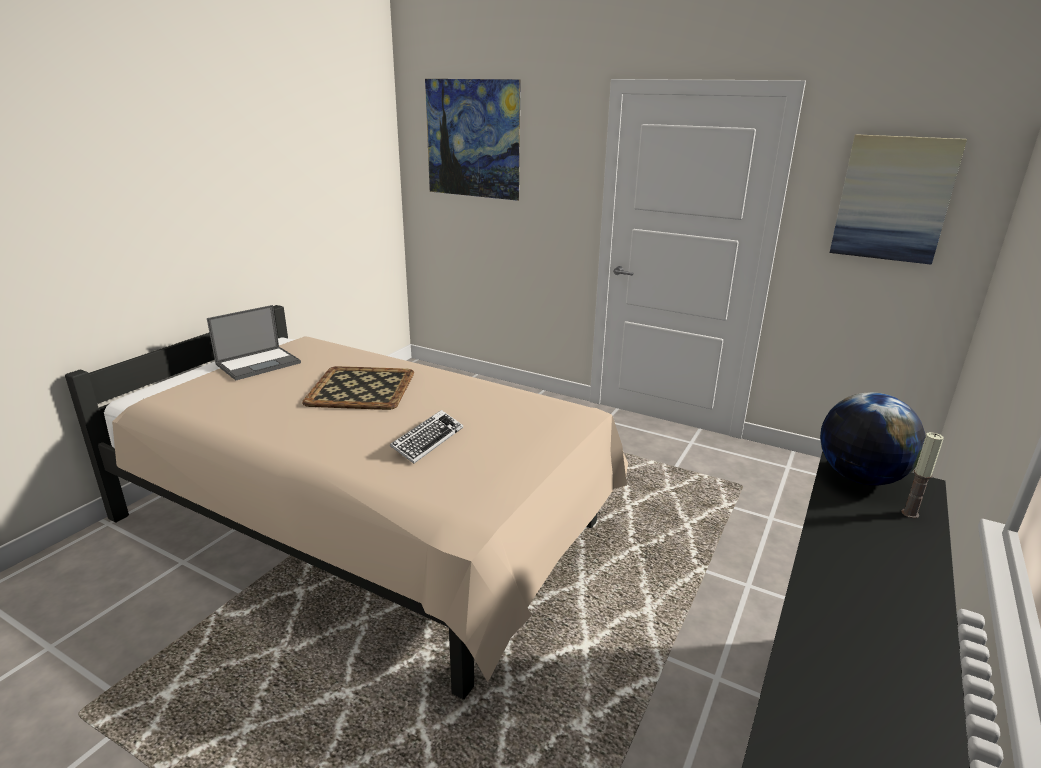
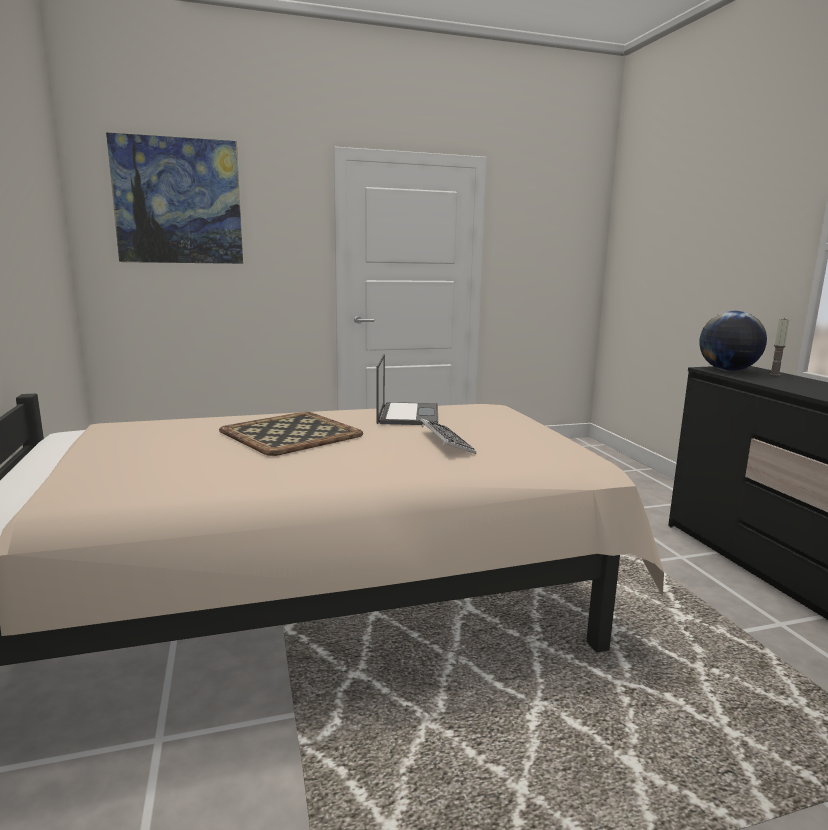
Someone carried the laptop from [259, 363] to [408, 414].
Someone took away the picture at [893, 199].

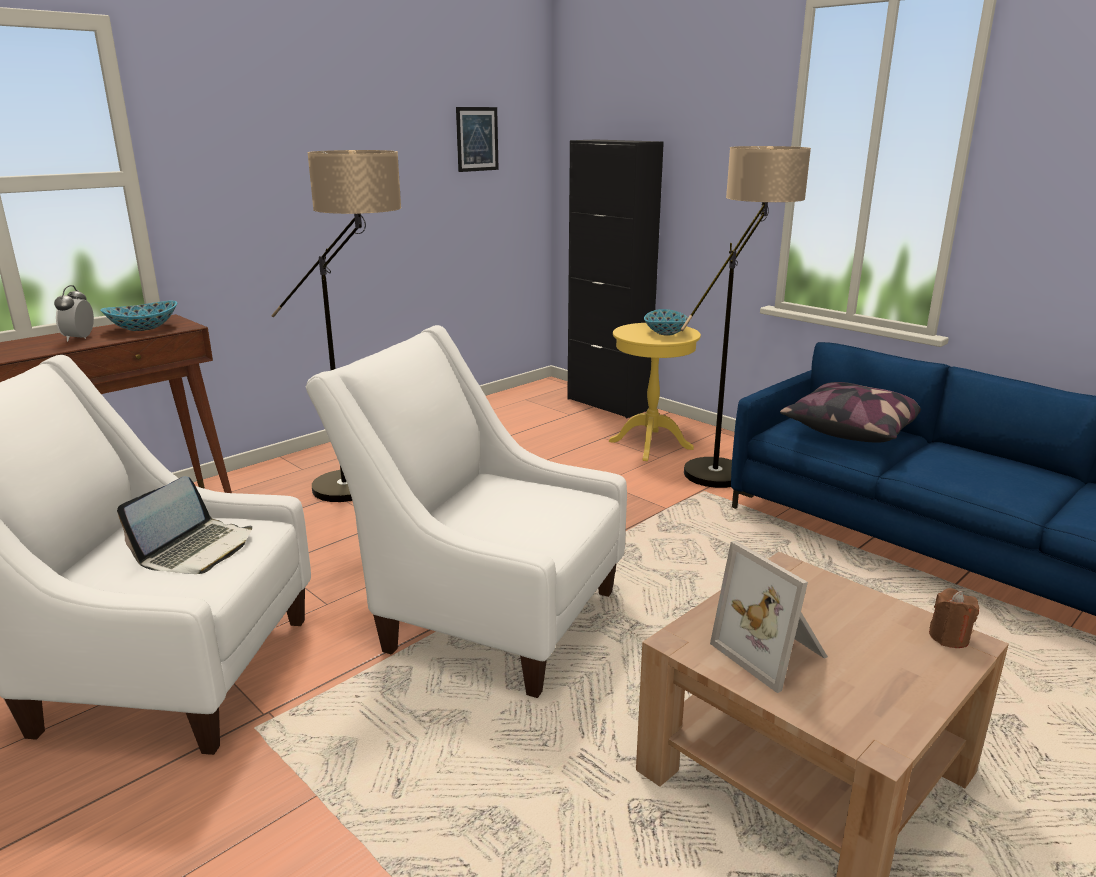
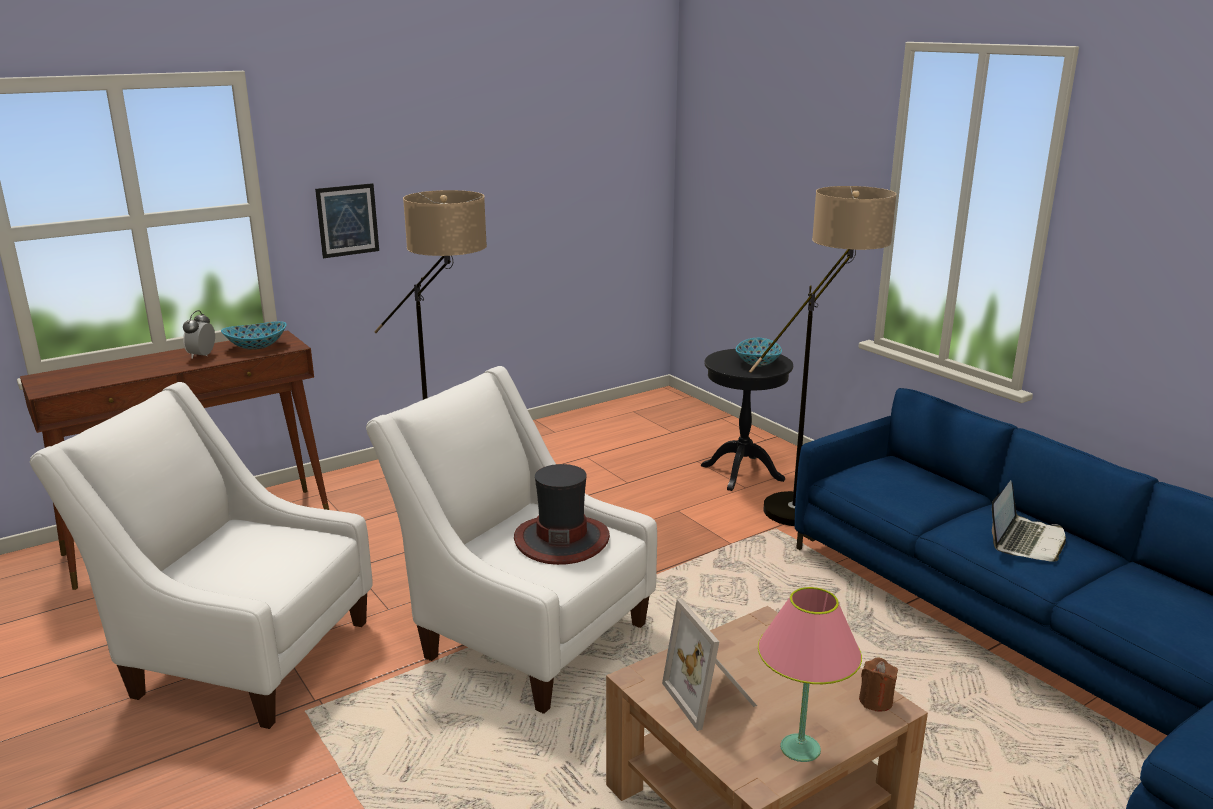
Someone carried the laptop from [196, 549] to [1026, 541].
Someone carried the picture from [477, 139] to [347, 220].
Someone took away the cabinet (black) at [608, 404].
Someone repainted the side table (yellow) at [650, 445], which became the side table (black) at [742, 473].
Someone took away the pillow at [852, 429].
Someone put down the hat at [561, 539].
Someone put down the table lamp (pink) at [800, 748].

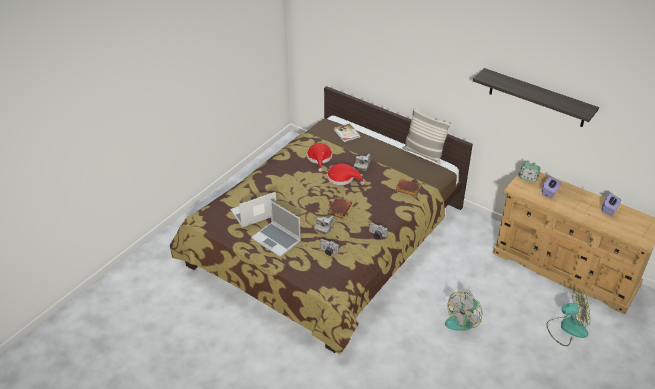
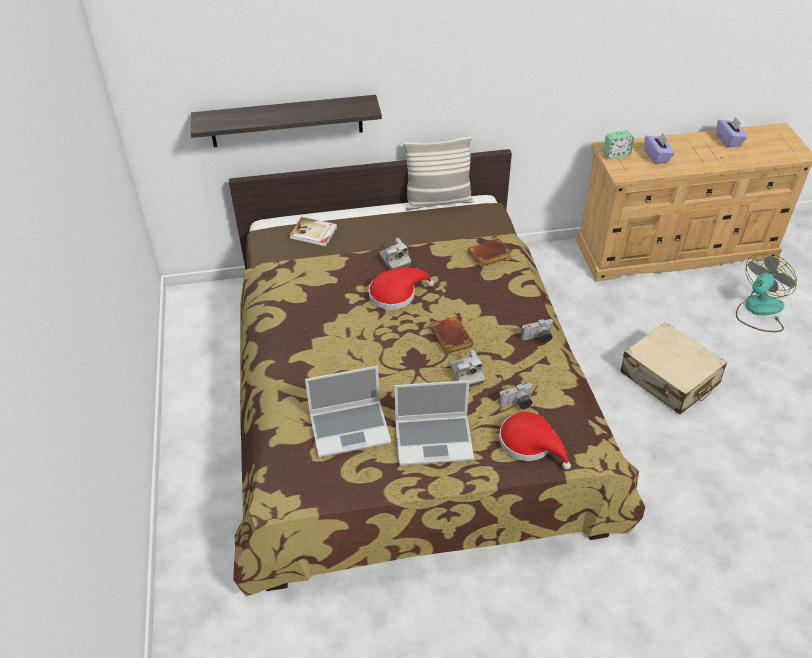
Someone rotated the laptop at [253, 214] by 120 degrees counterclockwise.
Someone carried the hat (red) from [319, 158] to [530, 443].
Someone swapped the fan at [463, 319] for the suitcase (beige) at [669, 378].
Someone carried the shelf from [537, 98] to [286, 121].

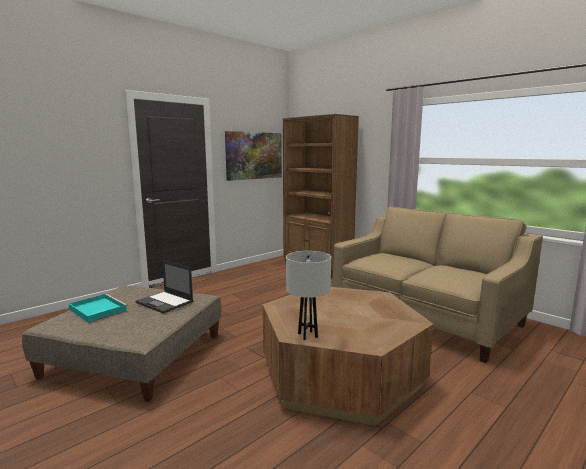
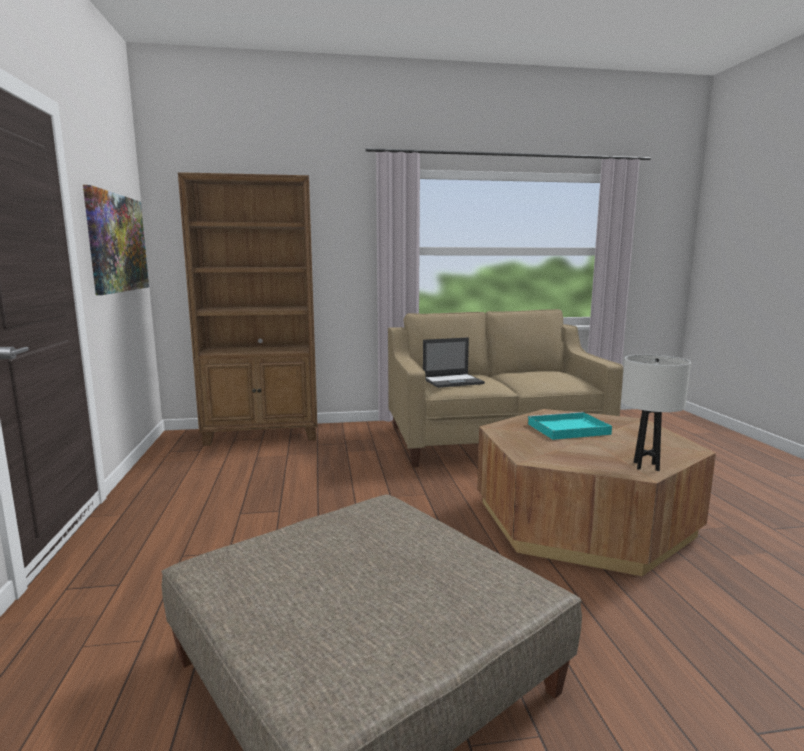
Someone carried the tray (turquoise) from [97, 310] to [567, 429].
Someone carried the laptop from [165, 302] to [453, 381].

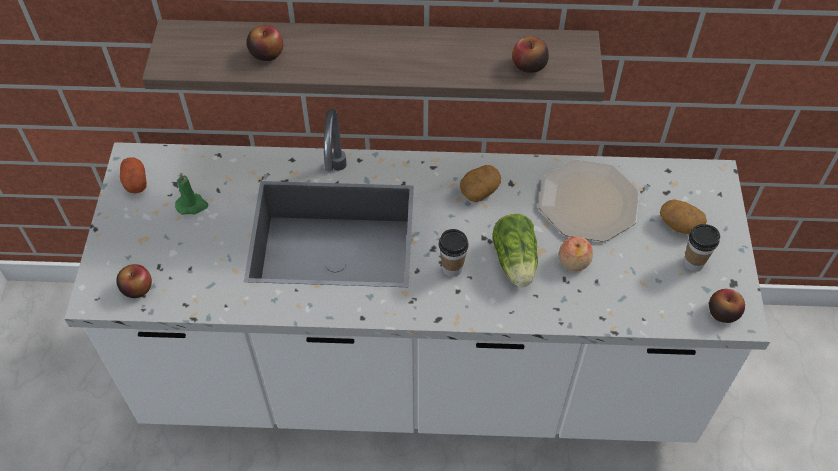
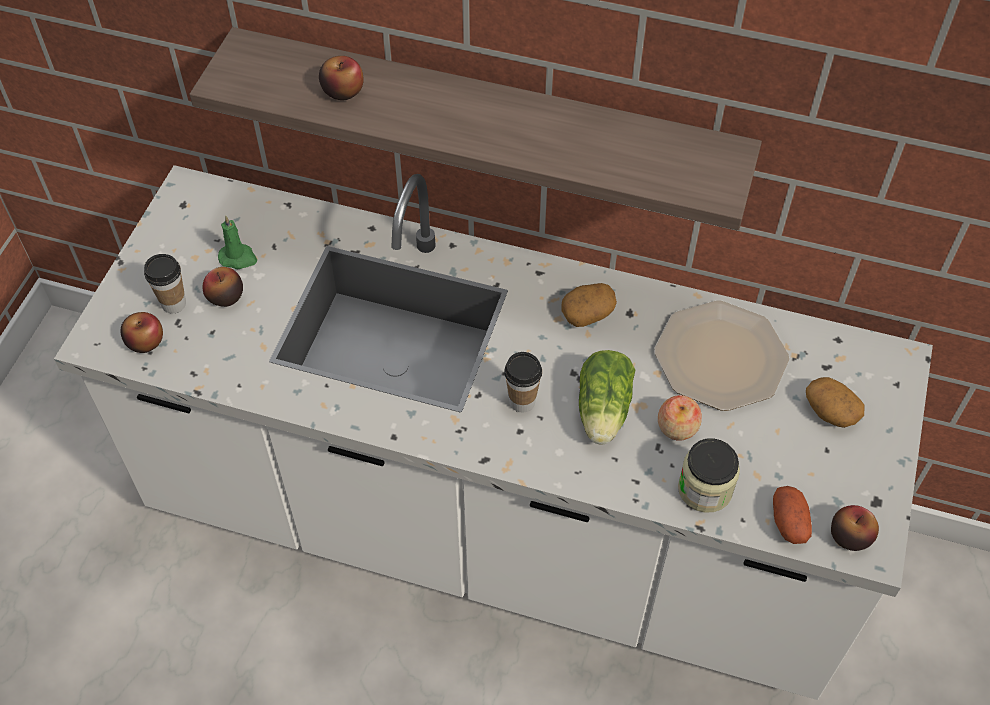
Someone carried the potato from [135, 182] to [788, 522].
Someone carried the apple from [528, 65] to [225, 296].
Someone carried the cup from [693, 263] to [173, 303].
Someone put down the jar at [705, 489].

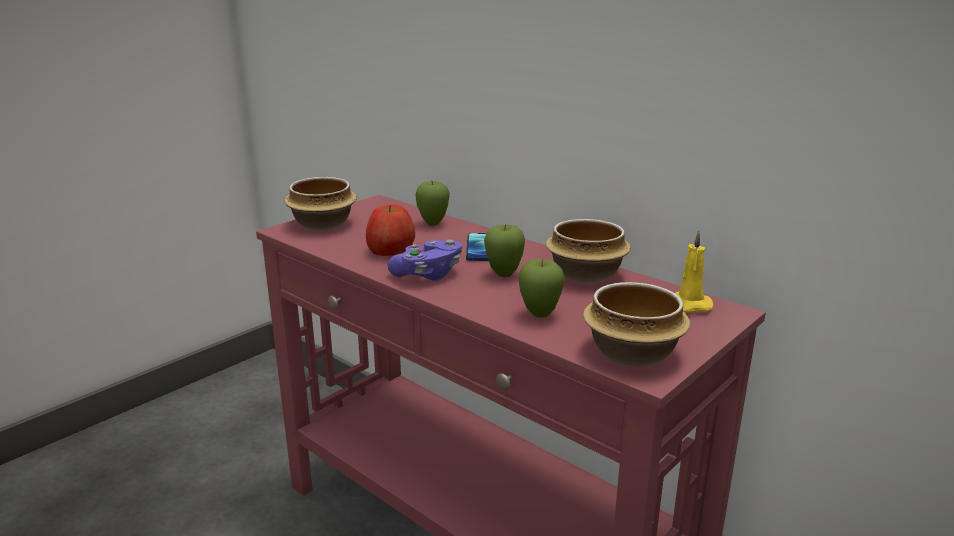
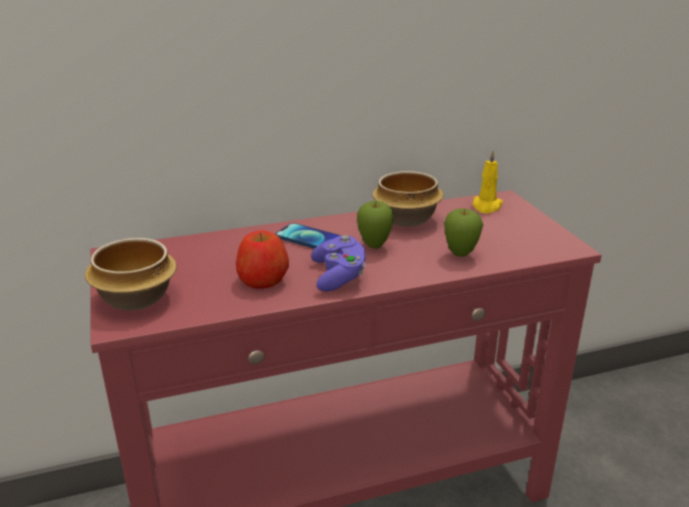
Someone took away the apple at [433, 224].
Someone took away the bowl at [630, 353].

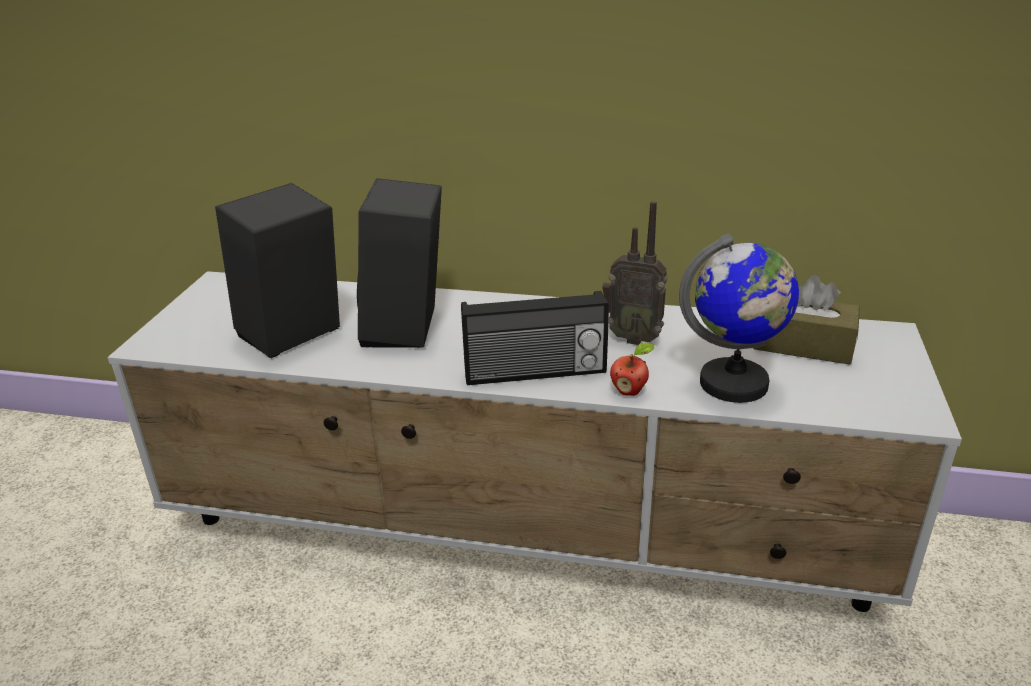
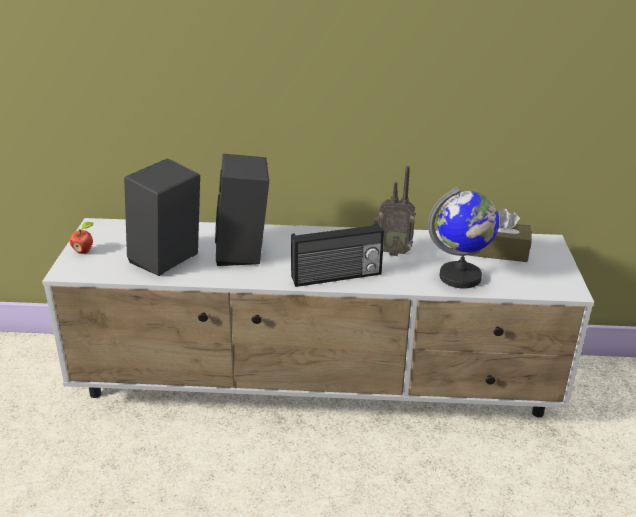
Someone carried the apple from [630, 391] to [84, 251].

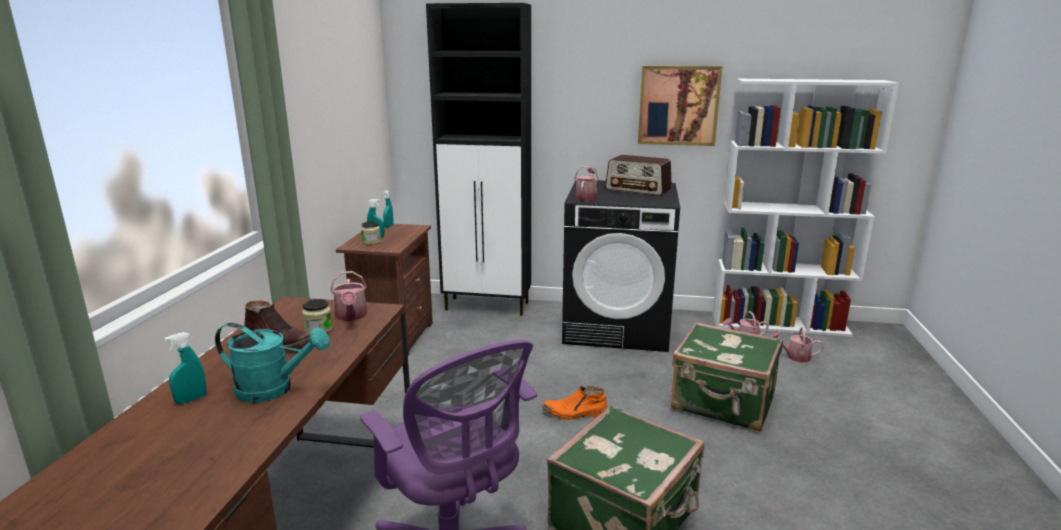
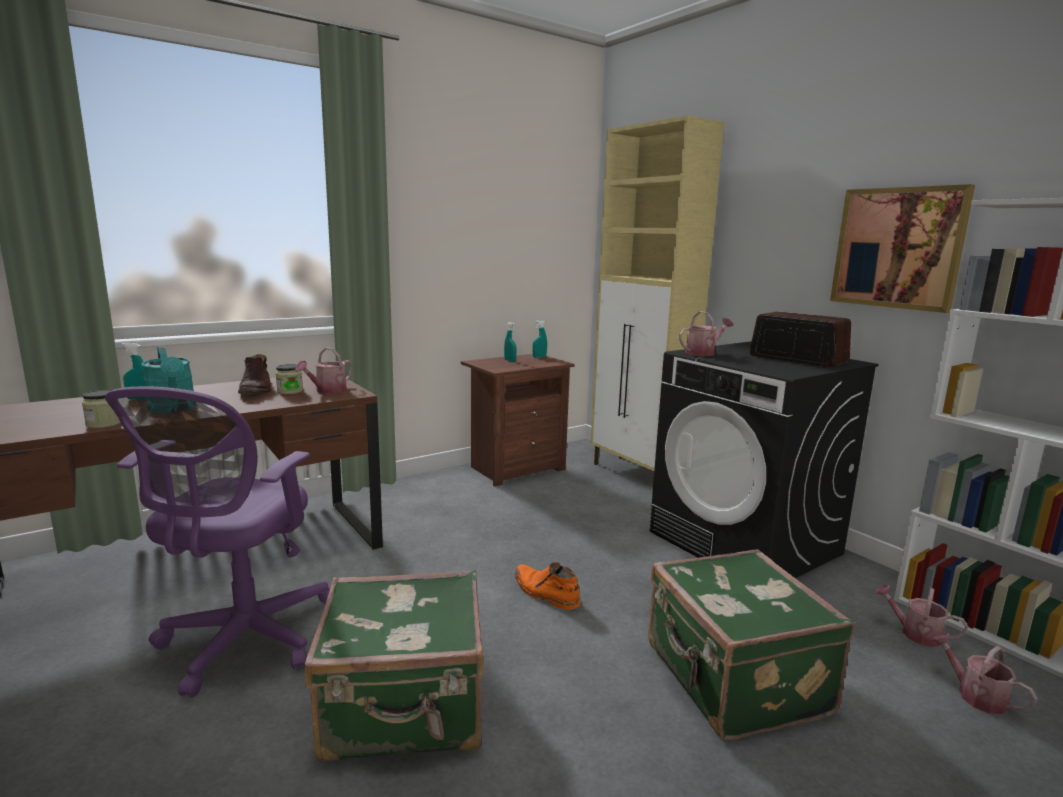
Someone carried the jar from [371, 242] to [104, 424].
Someone repainted the cabinet (black) at [488, 306], which became the cabinet (beige) at [638, 474].
Someone rotated the radio at [638, 189] by 150 degrees clockwise.

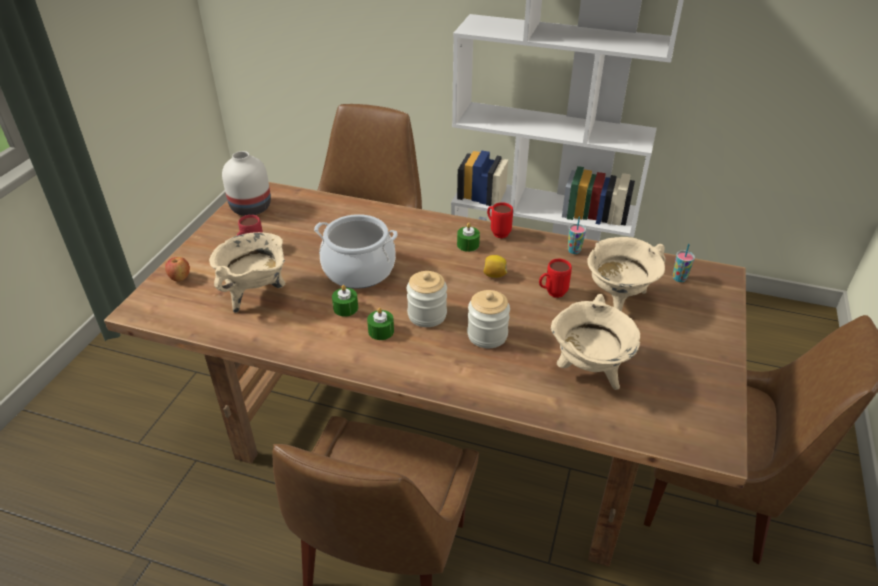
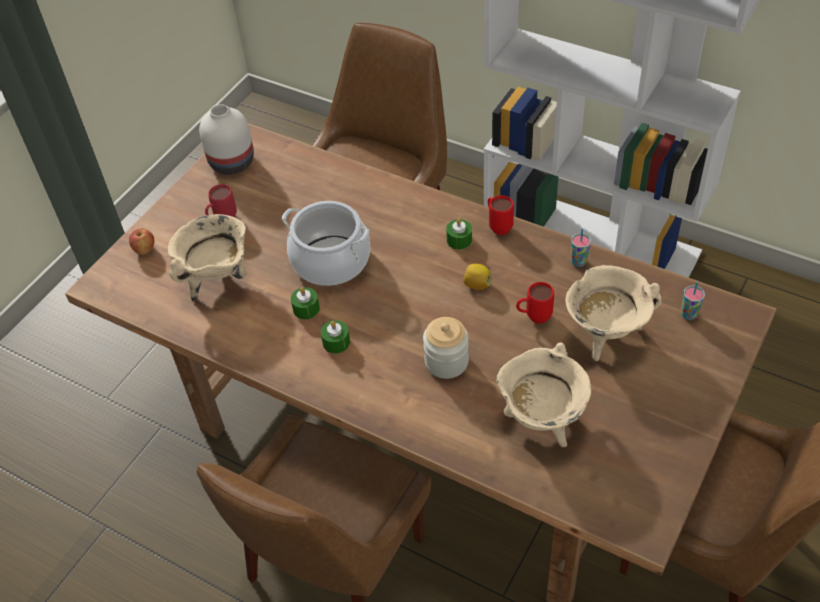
Someone took away the jar at [427, 315].

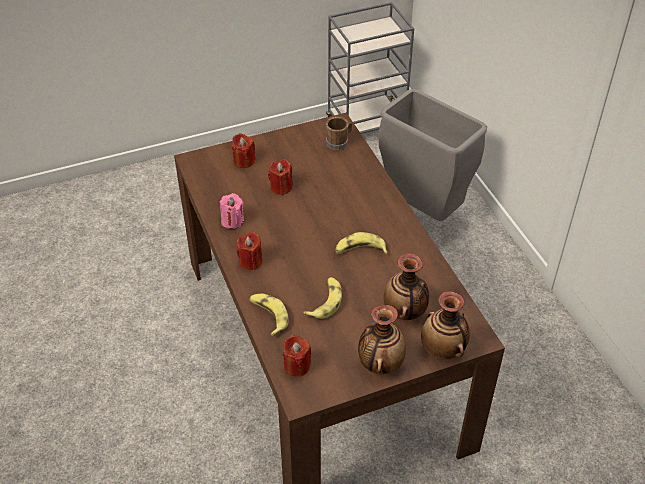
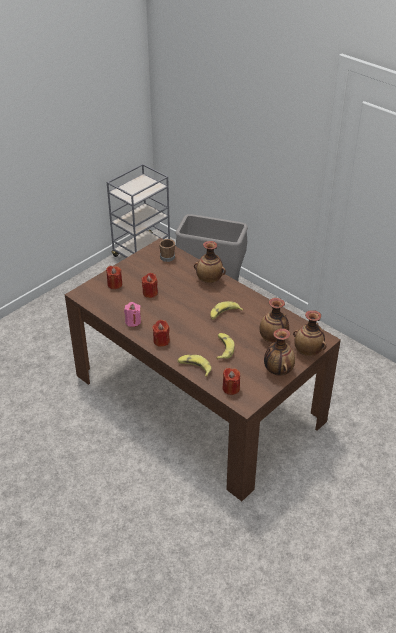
Someone put down the vase at [209, 280].

